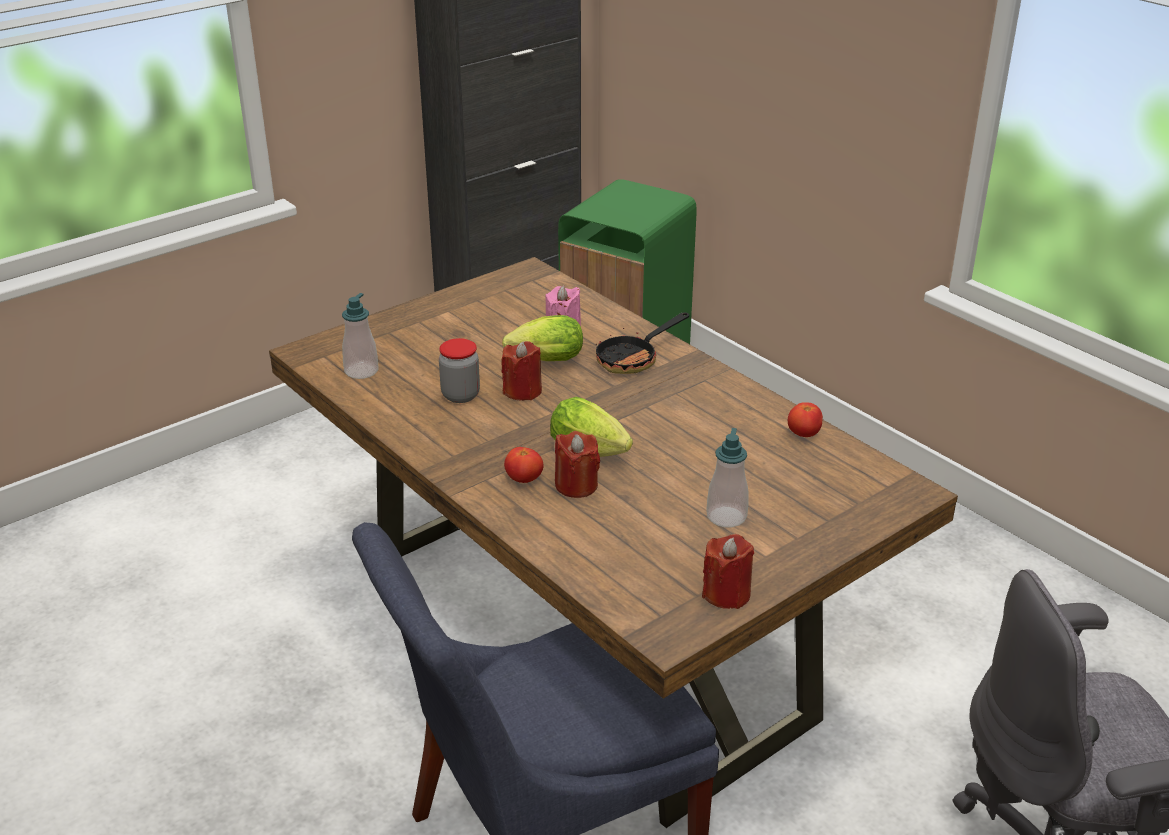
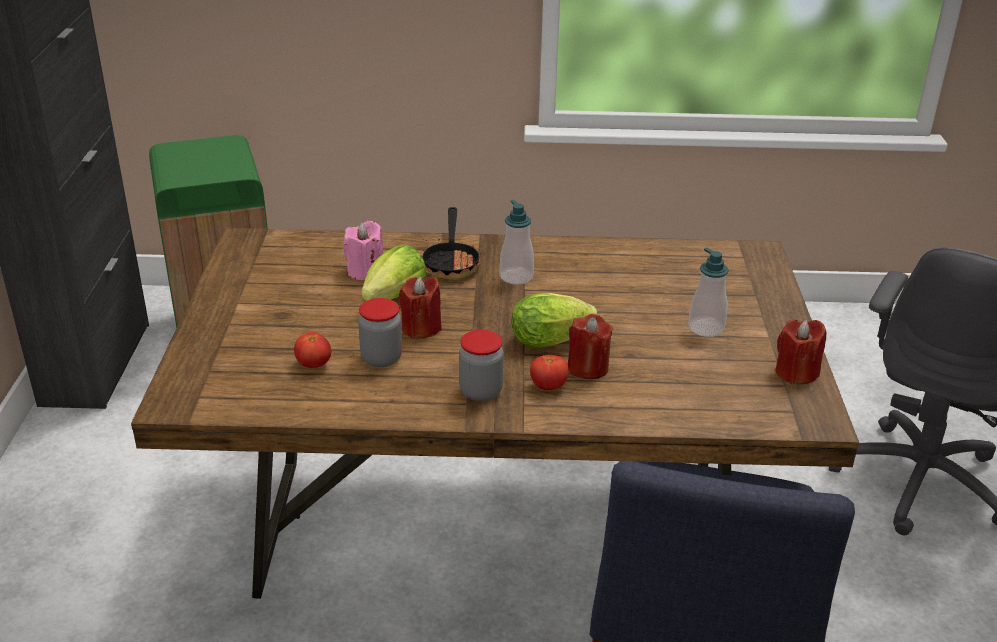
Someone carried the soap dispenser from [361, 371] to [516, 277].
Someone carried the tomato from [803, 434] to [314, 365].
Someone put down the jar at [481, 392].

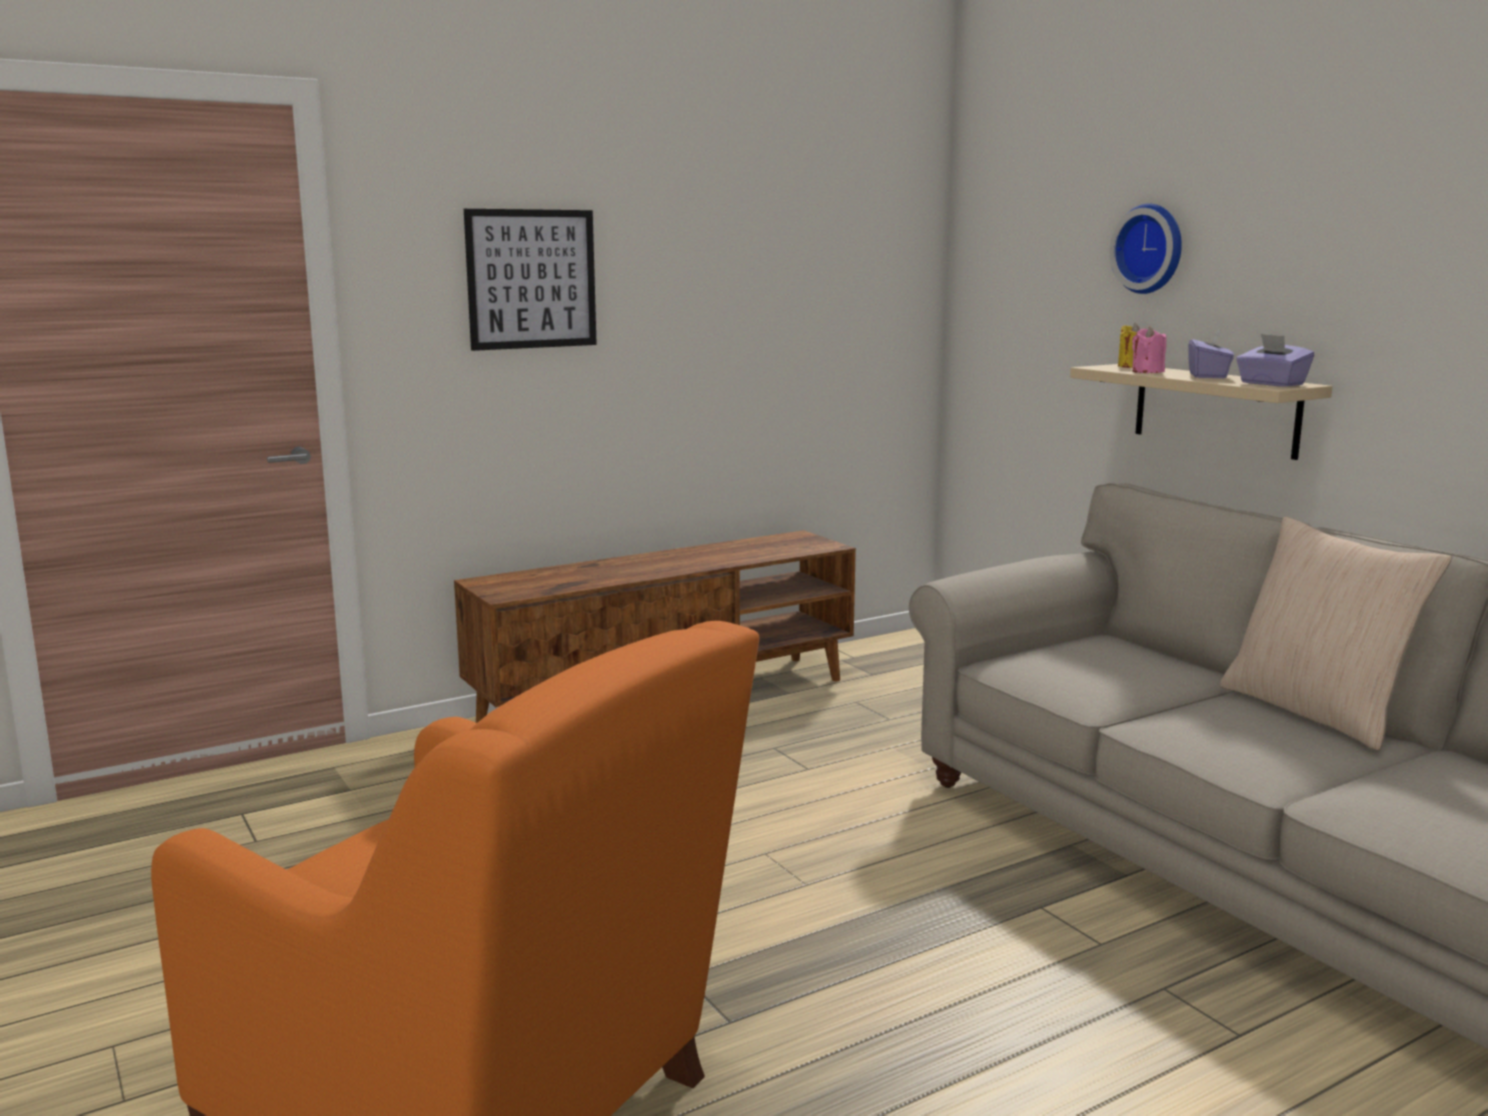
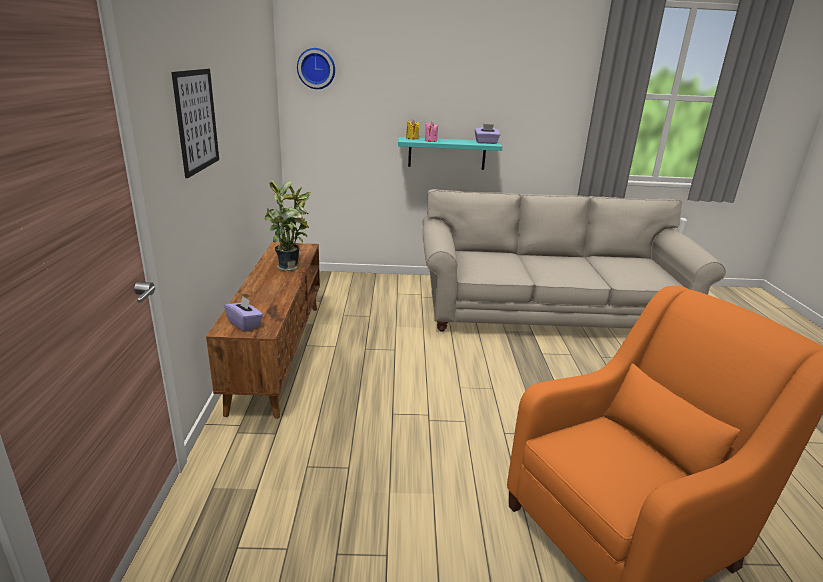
Someone repainted the shelf (beige) at [1215, 410], which became the shelf (turquoise) at [447, 153].
Someone carried the wall clock from [1151, 249] to [316, 68].
Someone carried the tissue box (purple) from [1208, 376] to [245, 324].
Someone took away the pillow (beige) at [1316, 712].
Someone put down the potted plant at [290, 267].

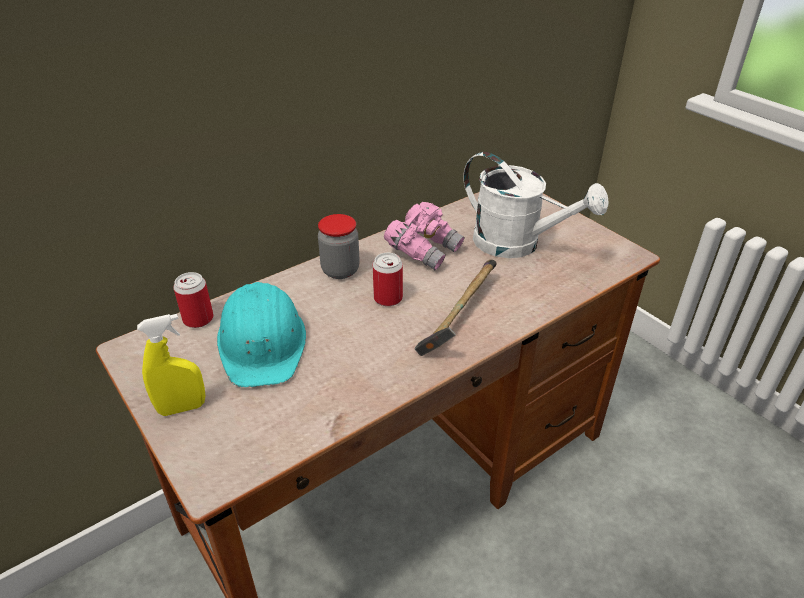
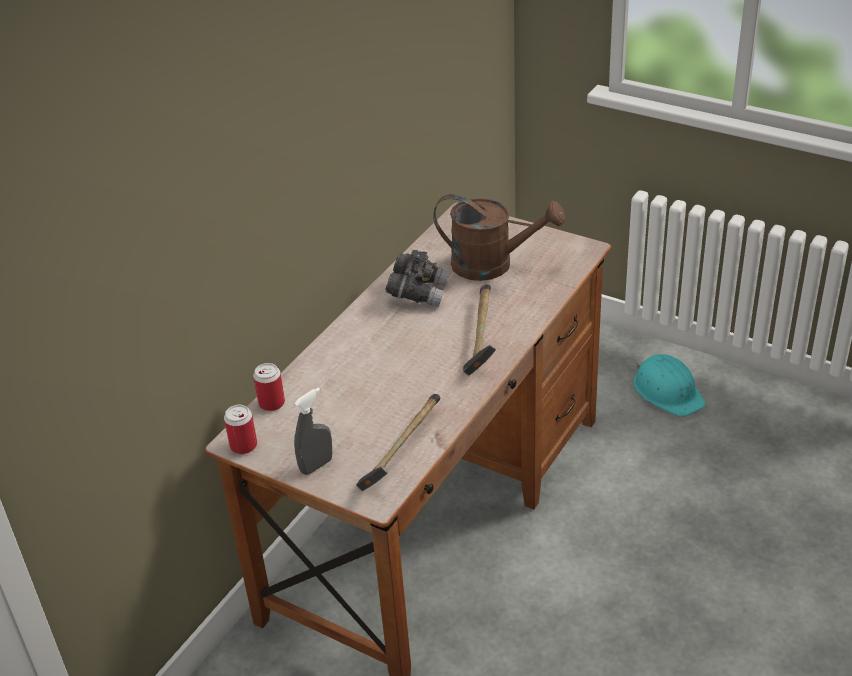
Someone repainted the spray bottle (yellow) at [182, 408], which became the spray bottle (grey) at [316, 465].
Someone carried the hard hat (turquoise) from [263, 343] to [667, 391].
Someone took away the jar at [340, 270].
Someone carried the can from [388, 298] to [243, 445].
Someone repainted the binoculars (pink) at [424, 250], which became the binoculars (grey) at [418, 292].
Someone repainted the watering can (white) at [517, 244], which became the watering can (brown) at [493, 265].
Someone put down the hammer at [401, 453].

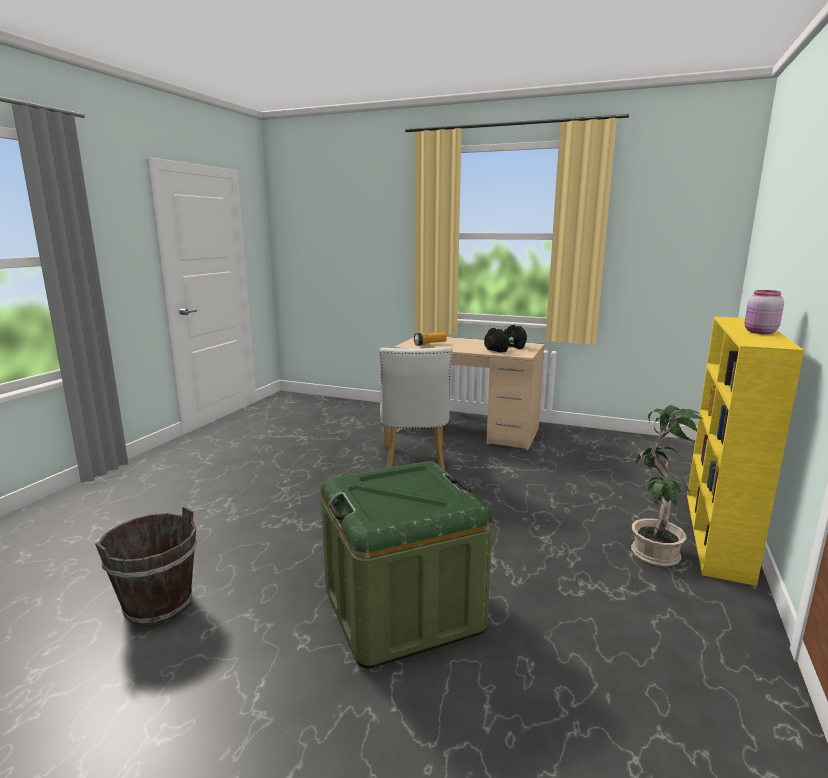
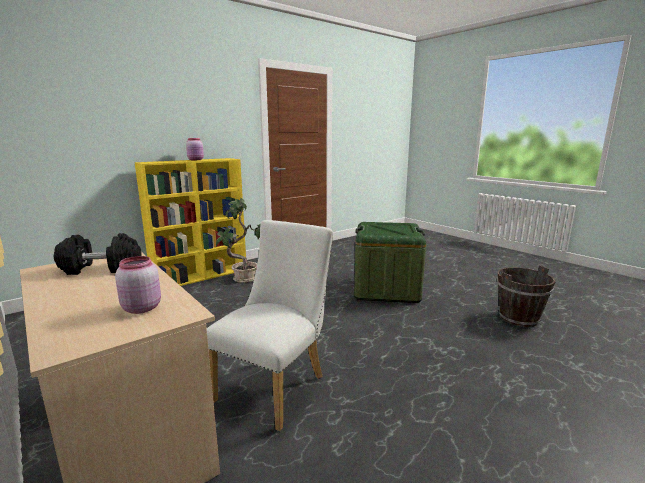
Someone swapped the flashlight at [430, 344] for the jar (pink) at [141, 308].

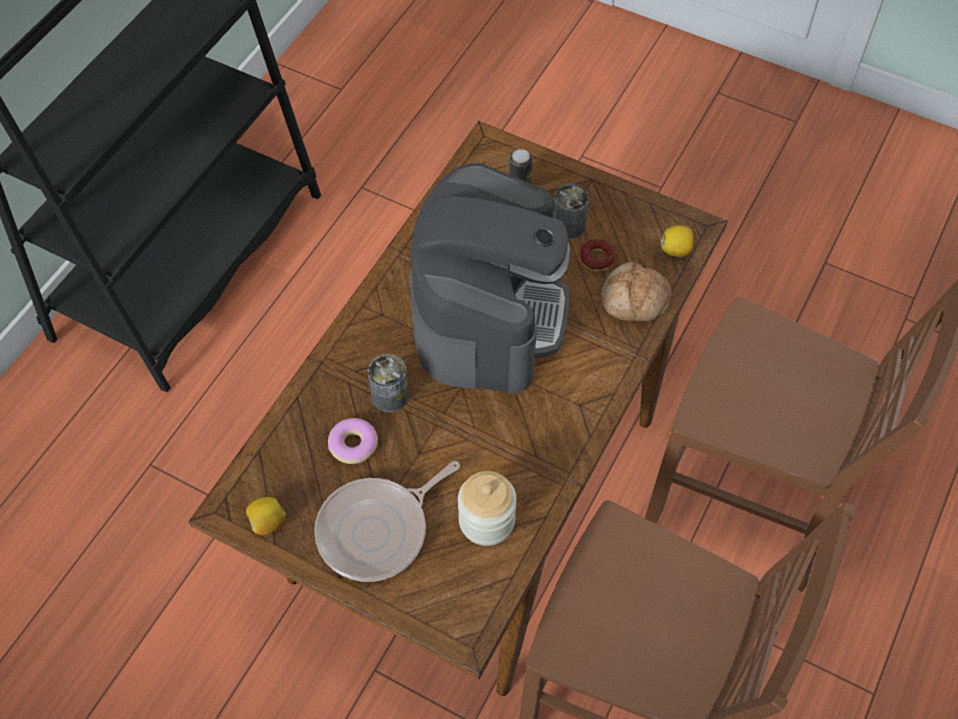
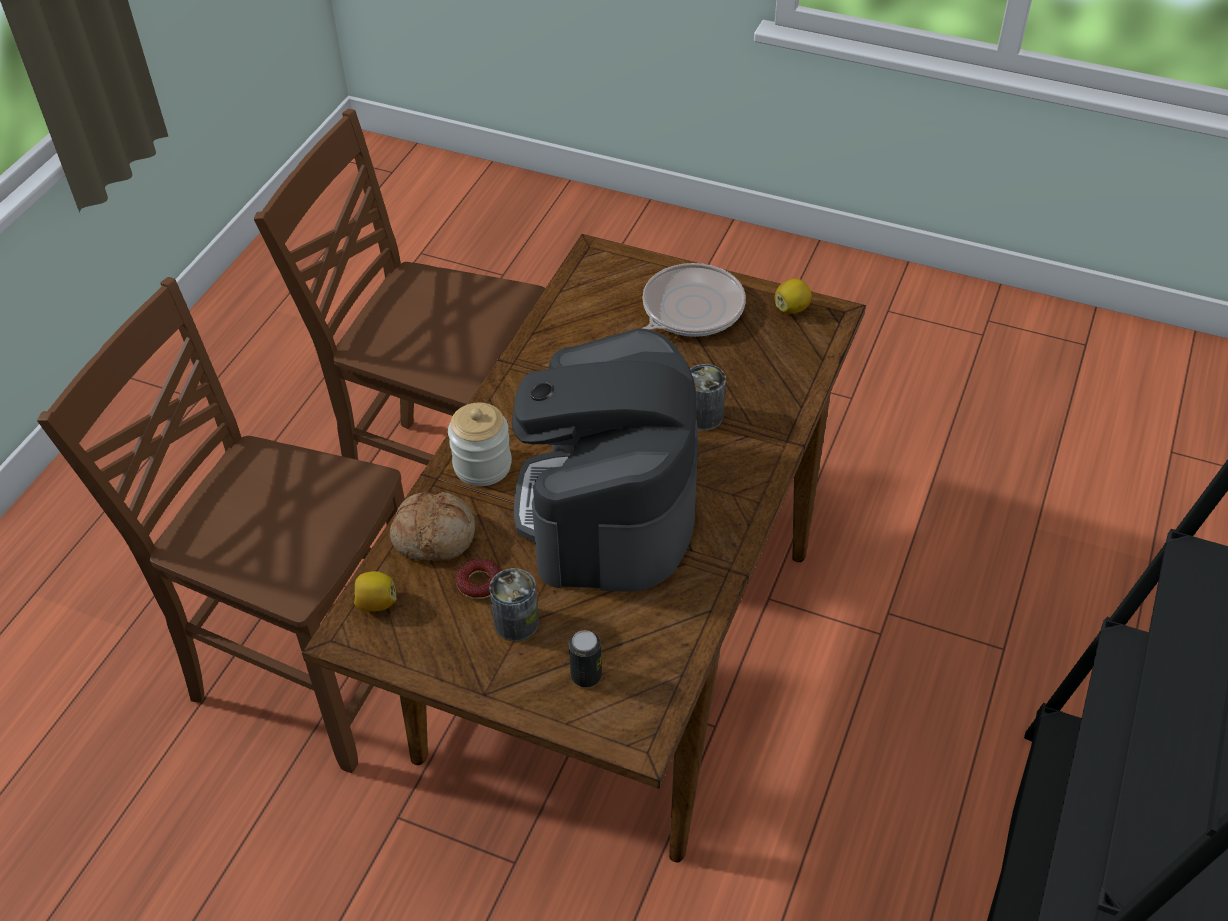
Someone took away the donut at [353, 444].
Someone carried the jar from [486, 521] to [482, 465].

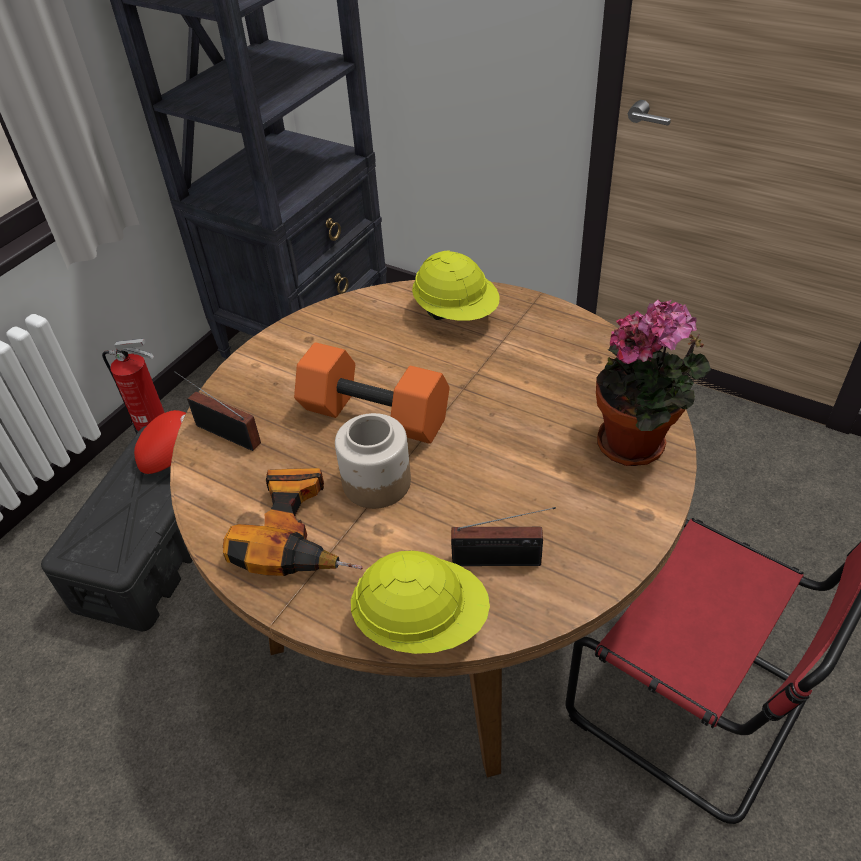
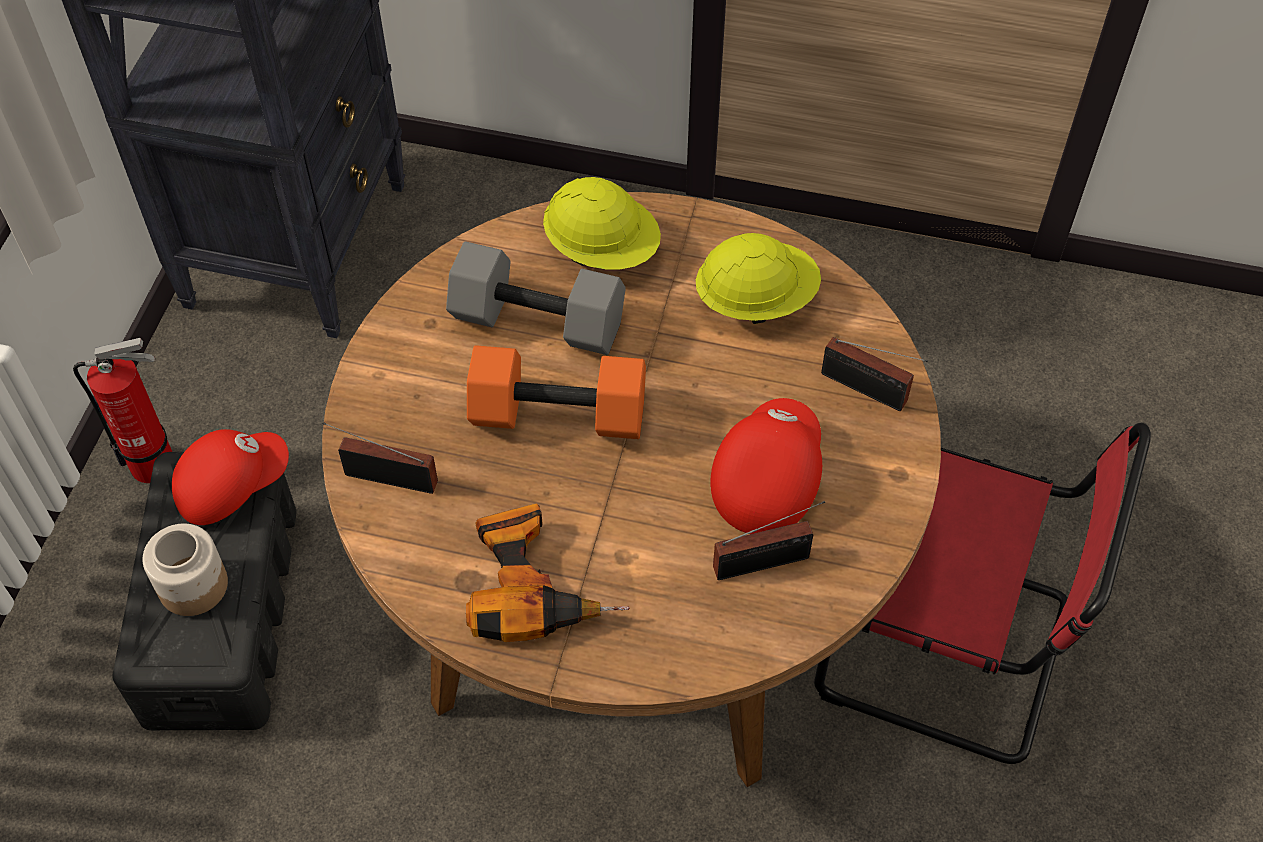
Someone carried the jar from [376, 483] to [192, 586].
Someone carried the hard hat (yellow) from [422, 622] to [755, 300].
Someone swapped the potted plant at [637, 444] for the radio at [868, 390].
Someone put down the dumbbell (grey) at [540, 319].
Someone put down the cap (red) at [766, 479].

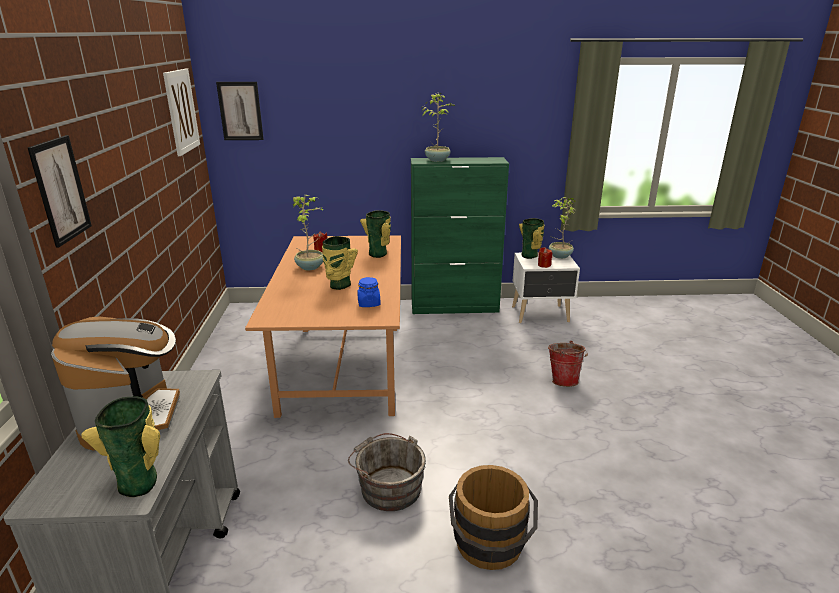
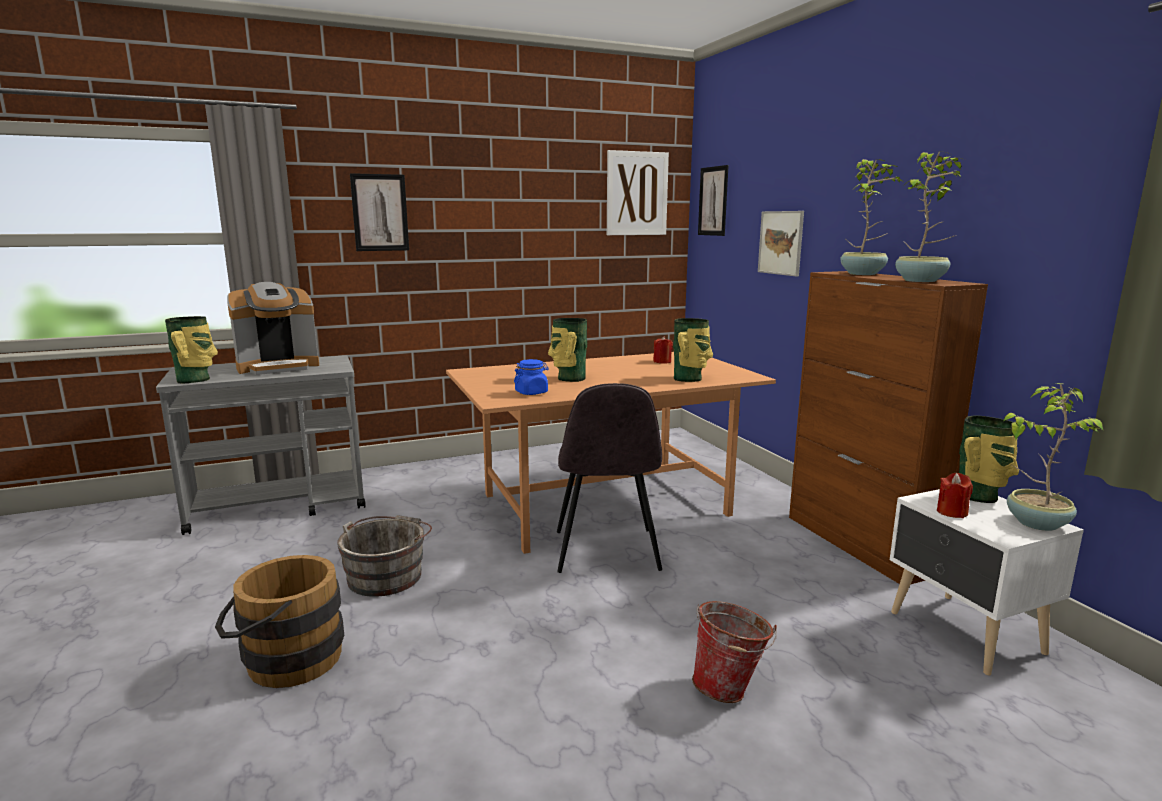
Someone carried the potted plant from [310, 267] to [921, 281].
Someone repainted the cabinet (green) at [455, 307], which became the cabinet (brown) at [859, 544].
Someone put down the chair (grey) at [606, 552].
Someone put up the picture at [780, 243].

